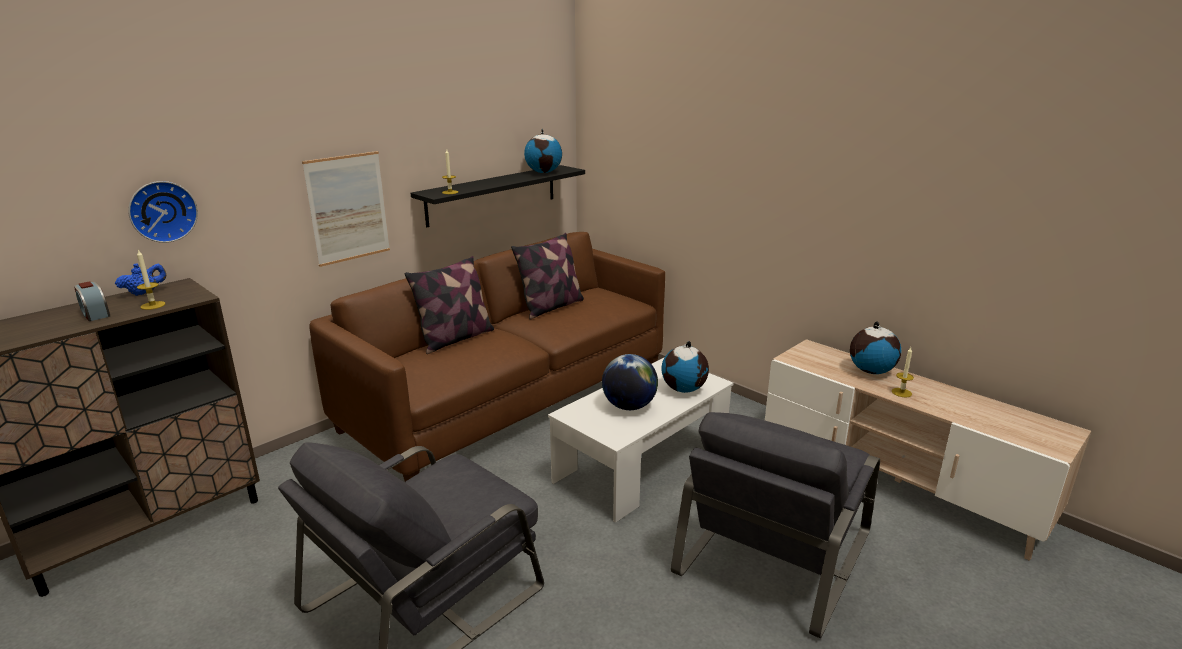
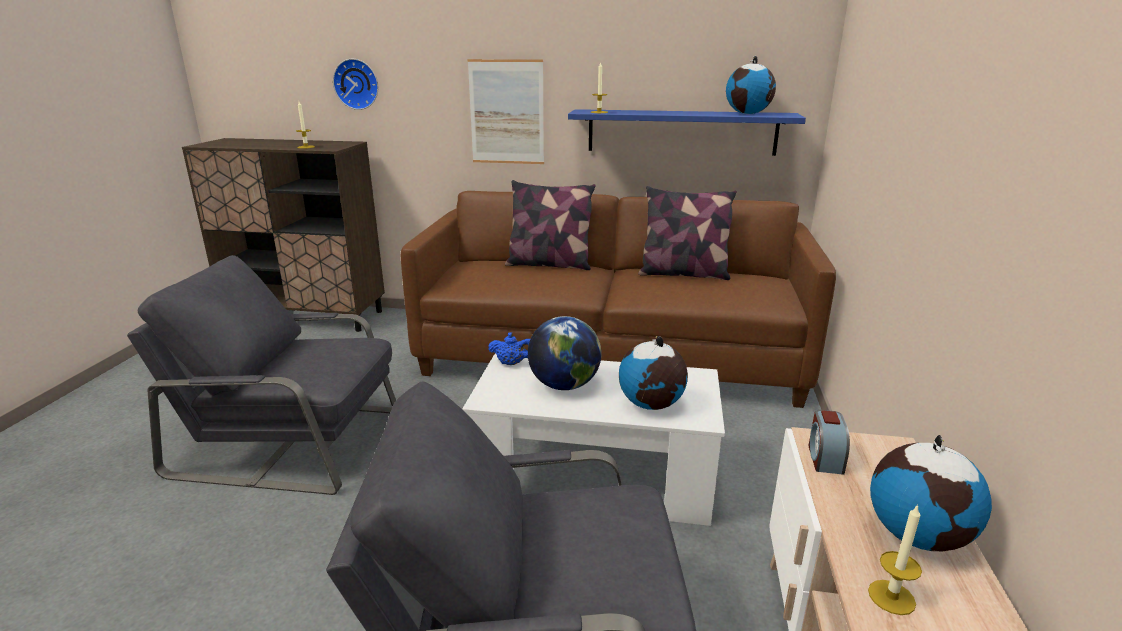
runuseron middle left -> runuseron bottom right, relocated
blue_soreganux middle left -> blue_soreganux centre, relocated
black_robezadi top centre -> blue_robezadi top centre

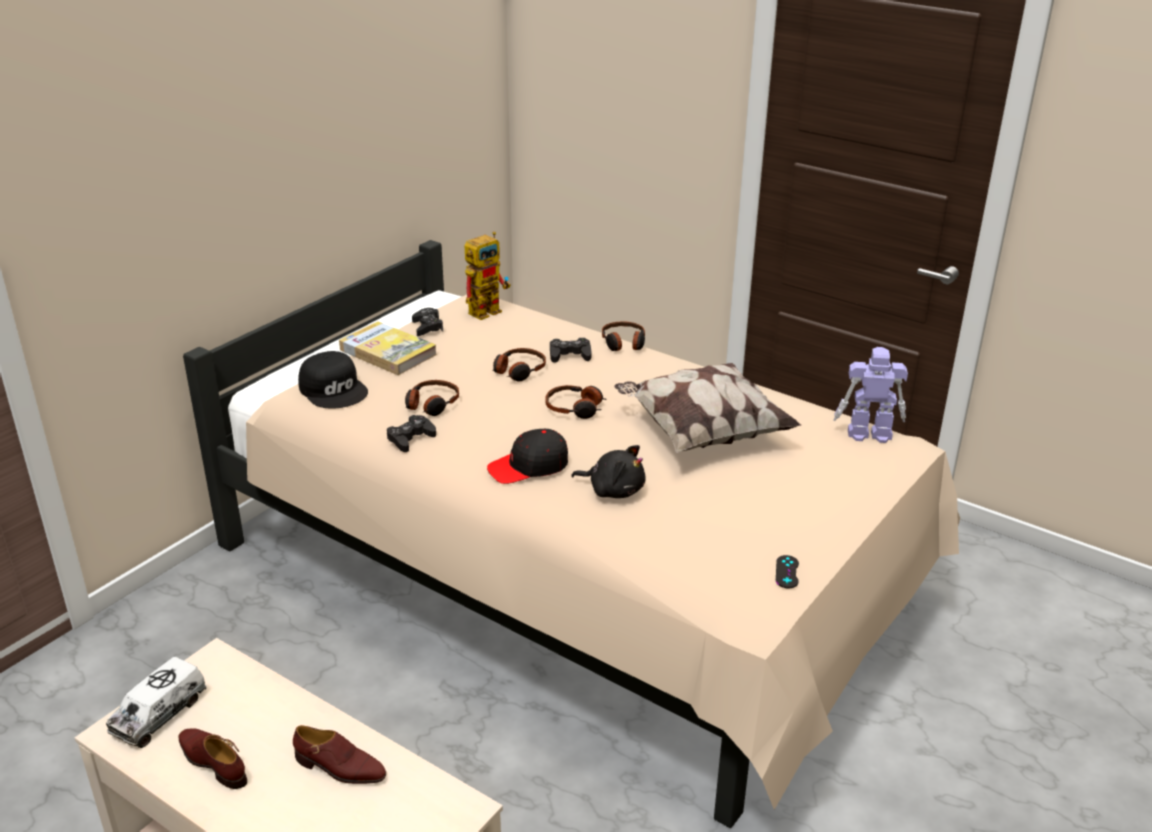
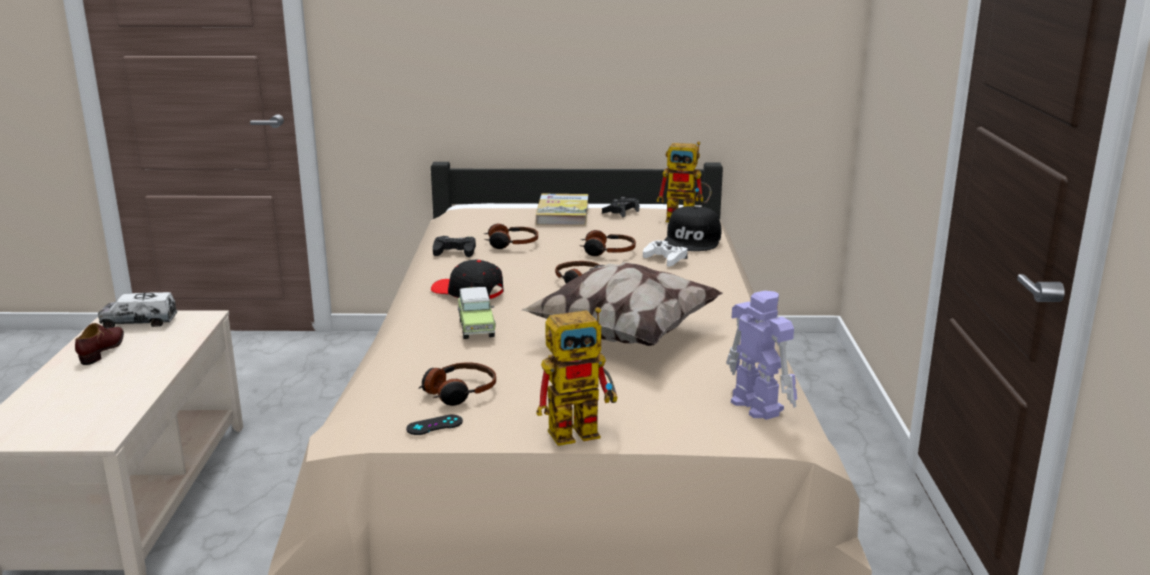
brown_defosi (no. 2 from left) bottom left -> none
none -> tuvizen (no. 1 from left) centre
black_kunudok (no. 1 from left in the first image) middle left -> black_kunudok (no. 2 from left) centre, relocated
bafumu (no. 4 from left in the first image) centre -> bafumu (no. 1 from left) bottom centre, relocated
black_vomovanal centre -> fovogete centre
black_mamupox (no. 3 from left) centre -> white_mamupox centre

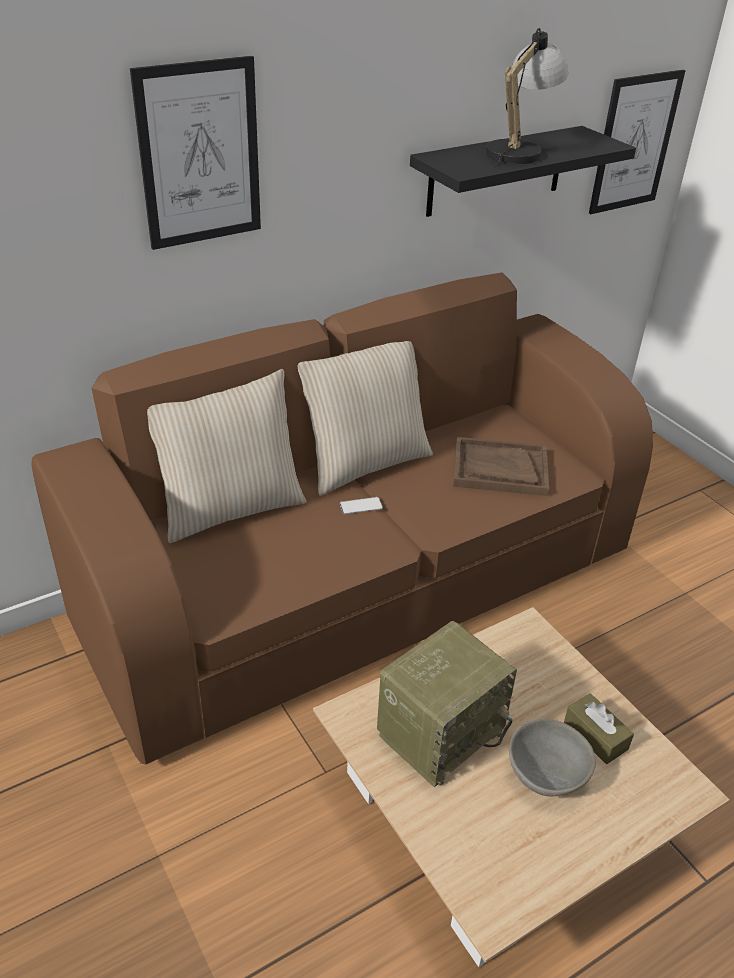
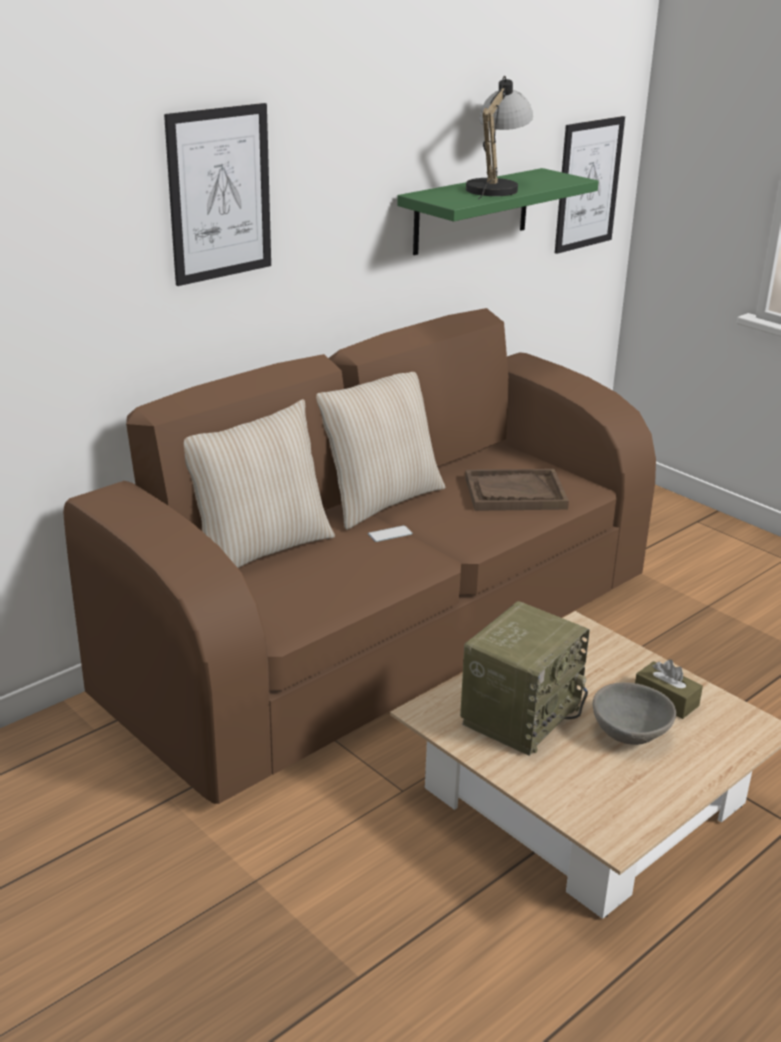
black_robezadi top right -> green_robezadi top centre

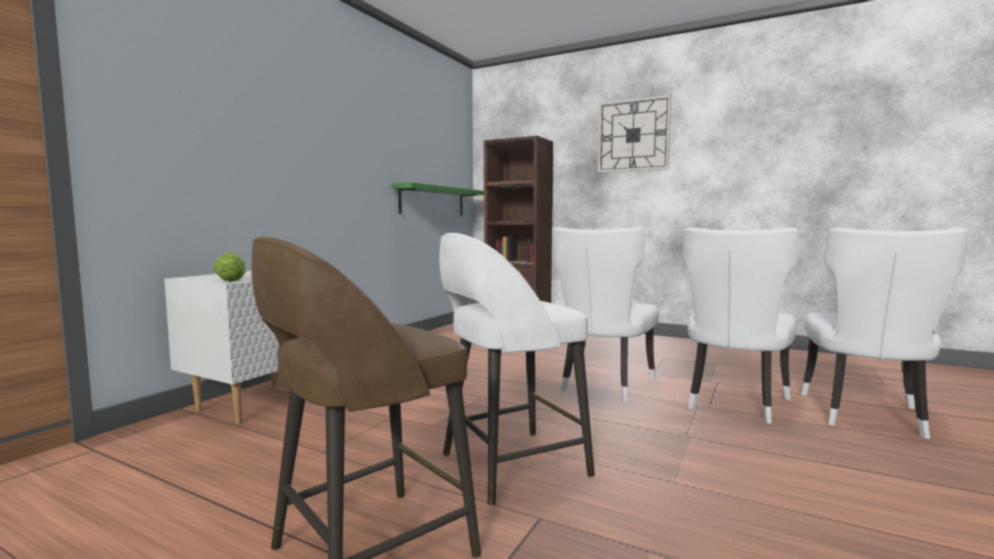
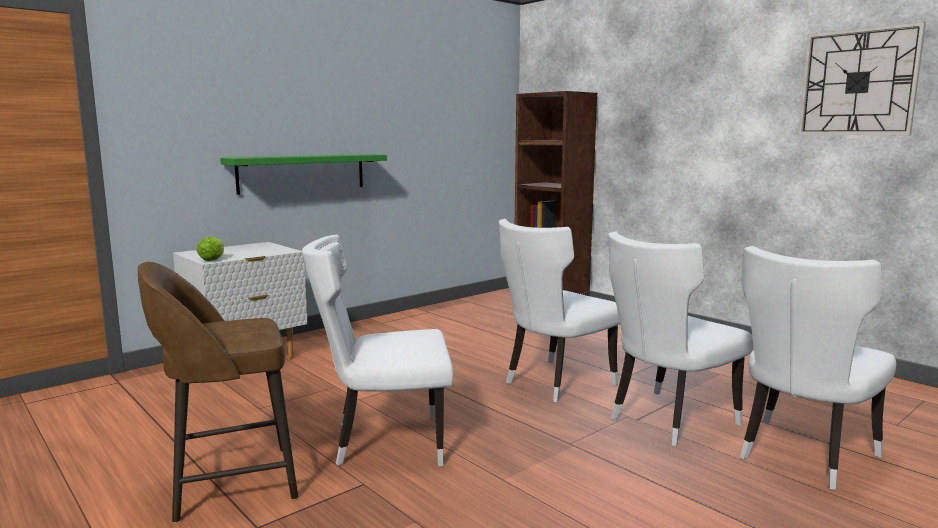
green_robezadi centre -> green_robezadi top left, relocated
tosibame top centre -> tosibame top right, relocated
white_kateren centre -> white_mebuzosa (no. 1 from left) centre

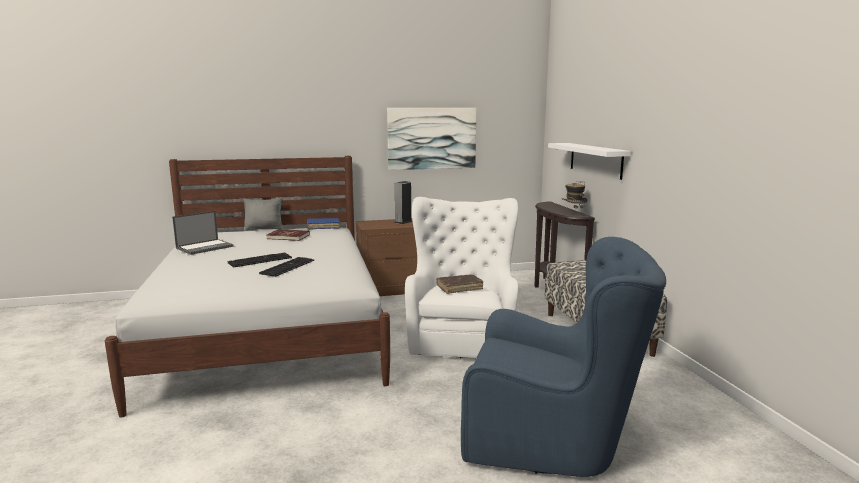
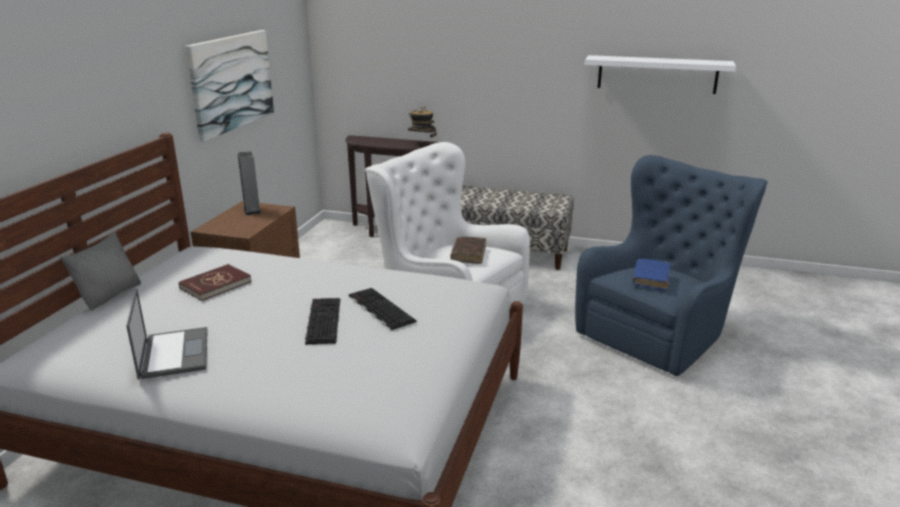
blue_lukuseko centre -> blue_lukuseko middle right, relocated
white_robezadi middle right -> white_robezadi top right, relocated

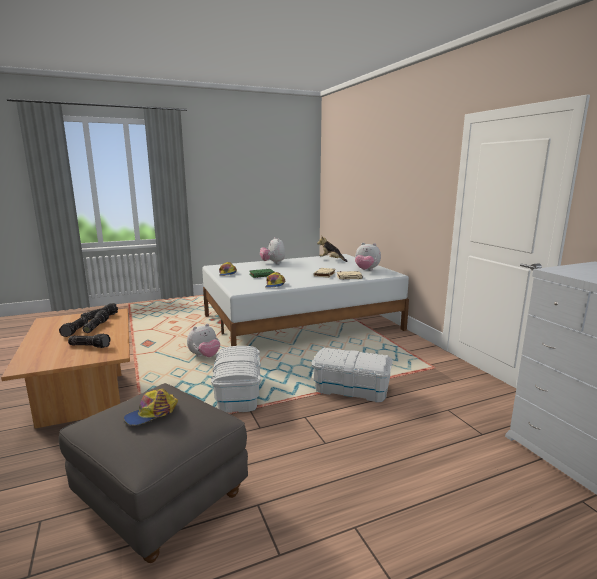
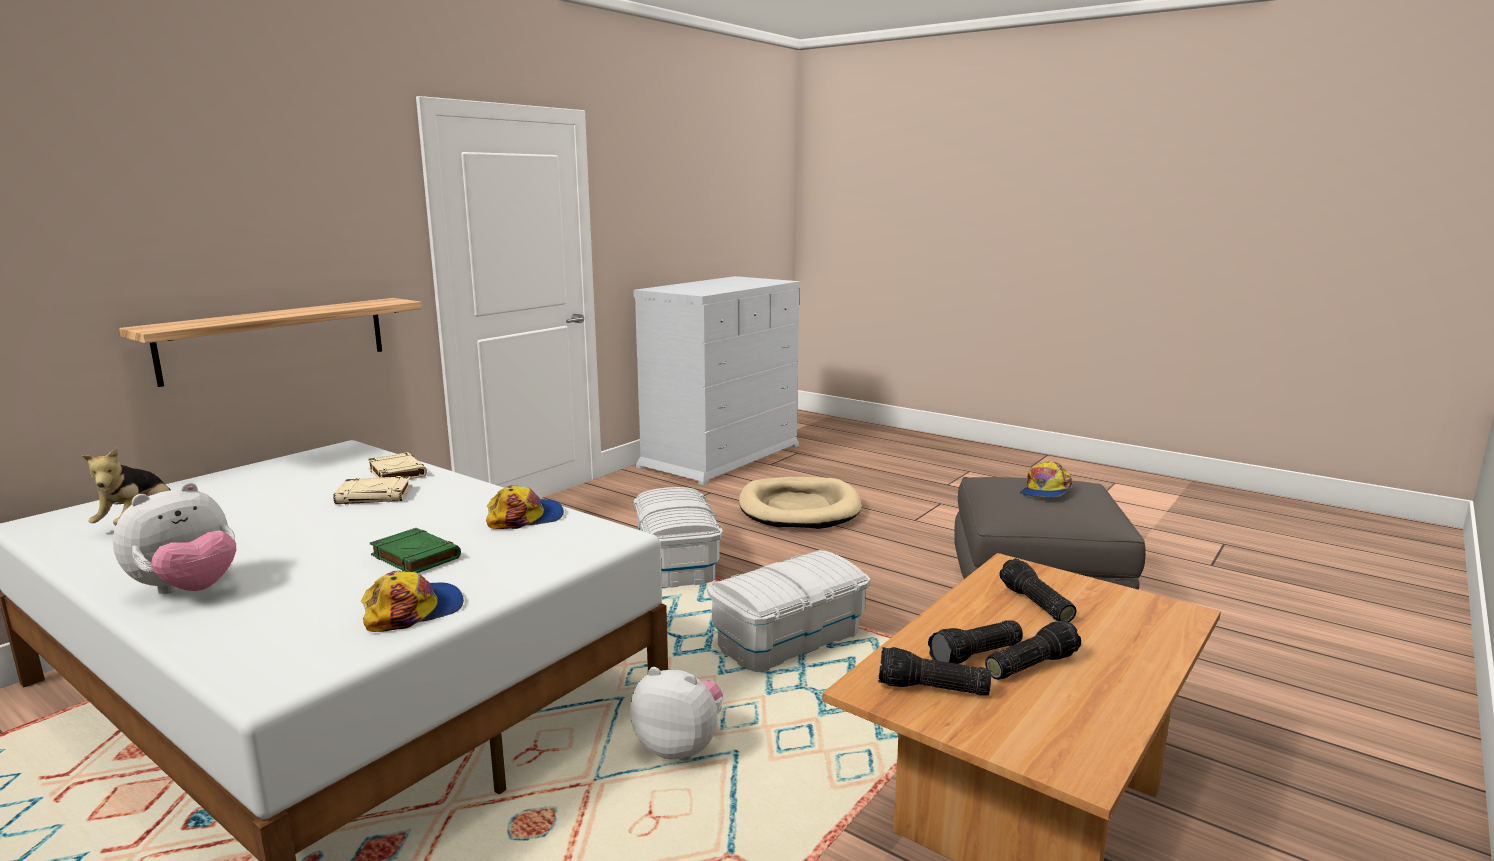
vomovanal (no. 4 from left) centre -> none
none -> robezadi middle left
none -> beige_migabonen centre
kunudok (no. 1 from left in the first image) bottom left -> kunudok (no. 3 from left) middle right, 105 degrees clockwise

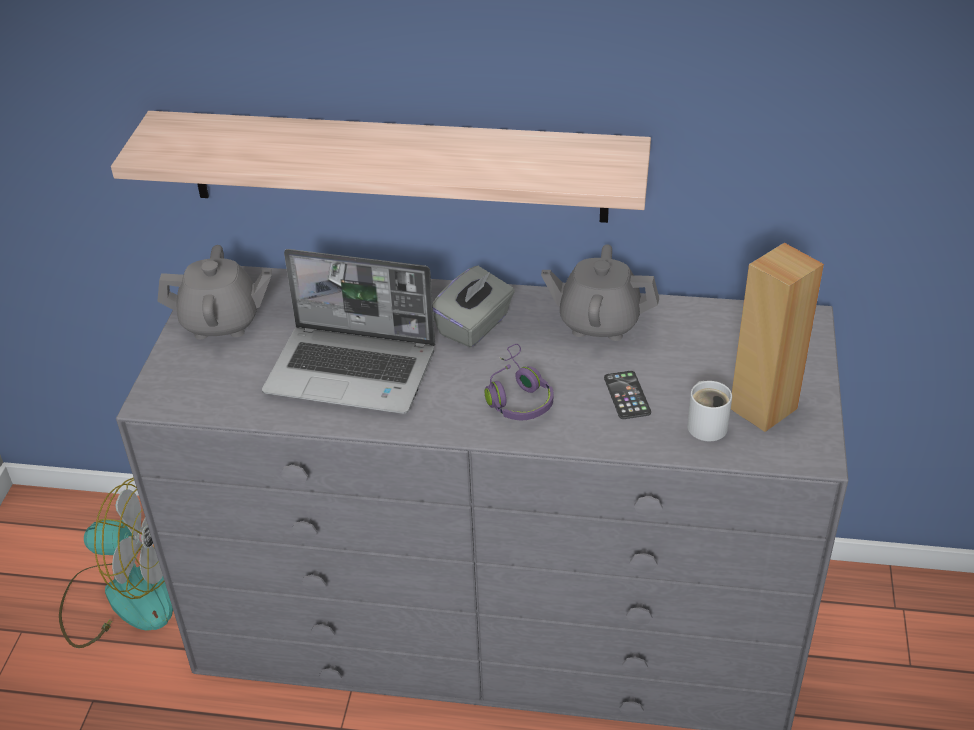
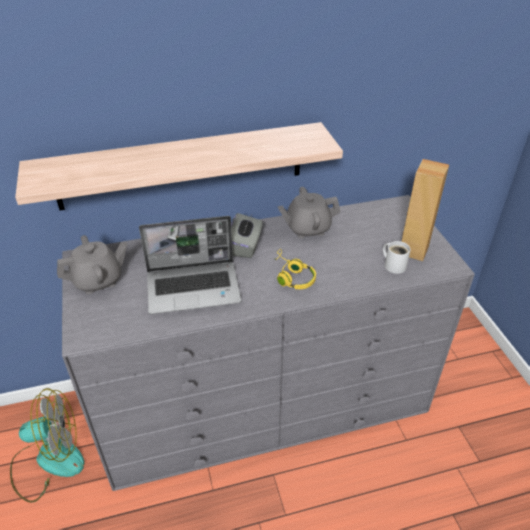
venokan centre -> none
purple_bafumu centre -> yellow_bafumu centre

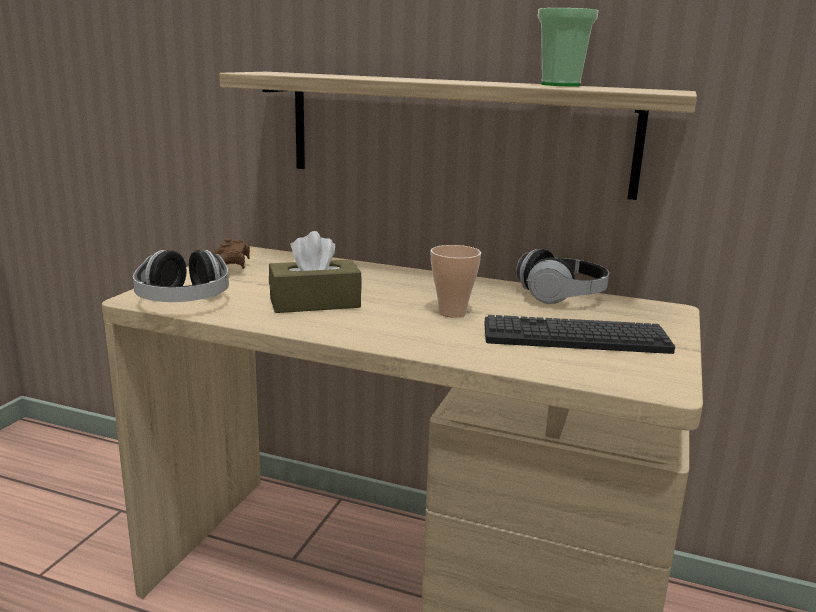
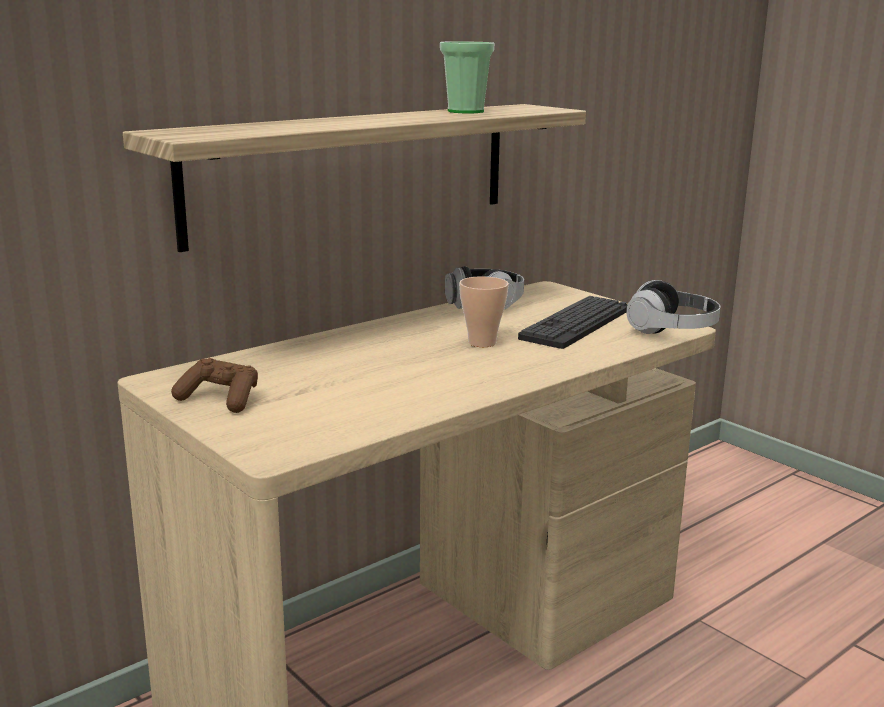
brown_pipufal centre -> none
bafumu (no. 1 from left in the first image) middle left -> bafumu (no. 2 from left) middle right, relocated

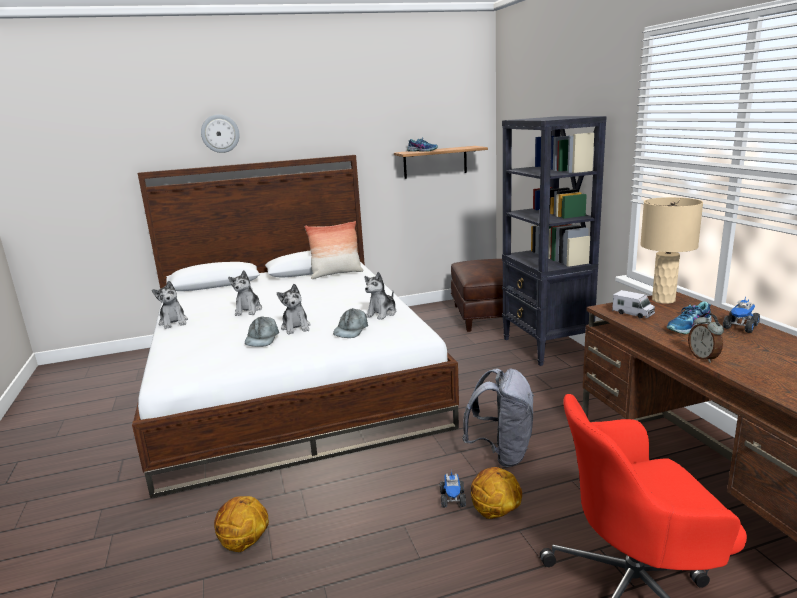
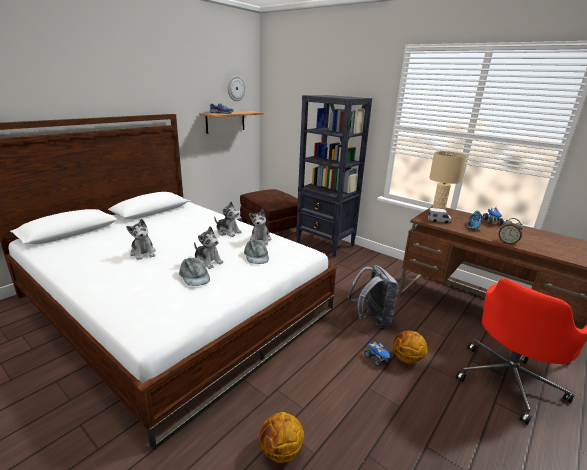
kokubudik centre -> none
vomovanal (no. 1 from left in the first image) middle left -> vomovanal (no. 3 from left) centre, relocated
tosibame top left -> tosibame top centre, relocated

